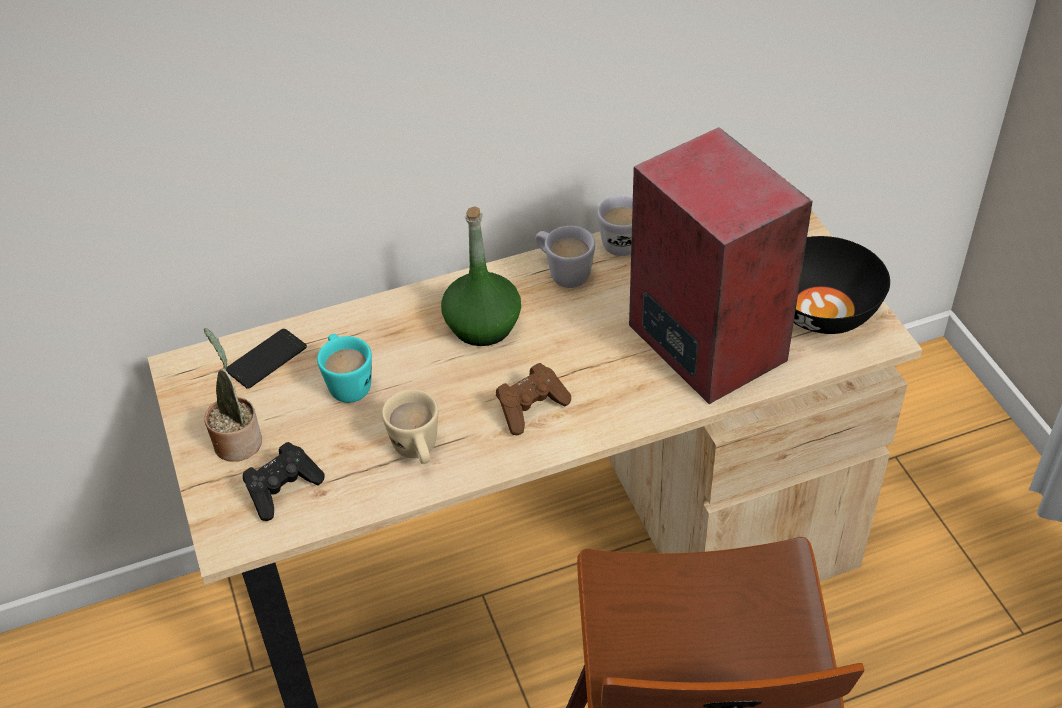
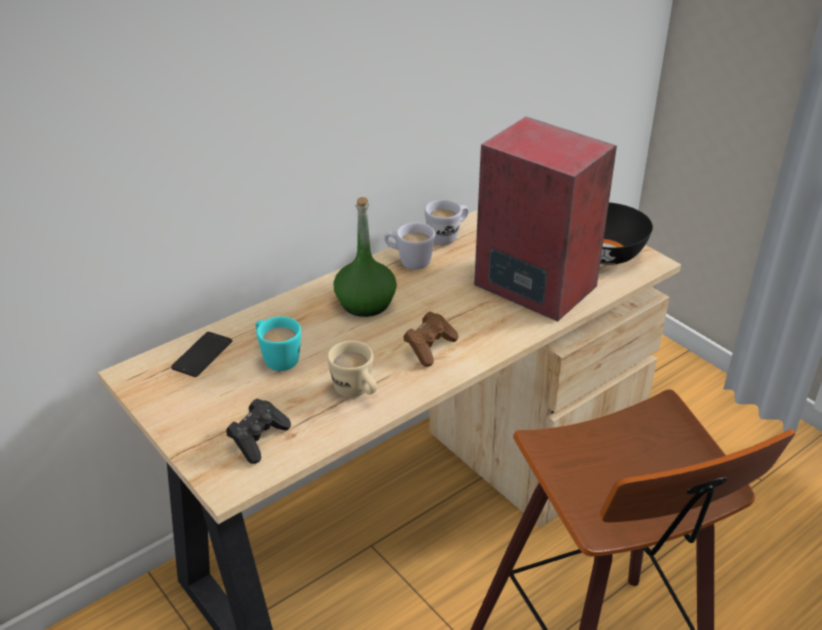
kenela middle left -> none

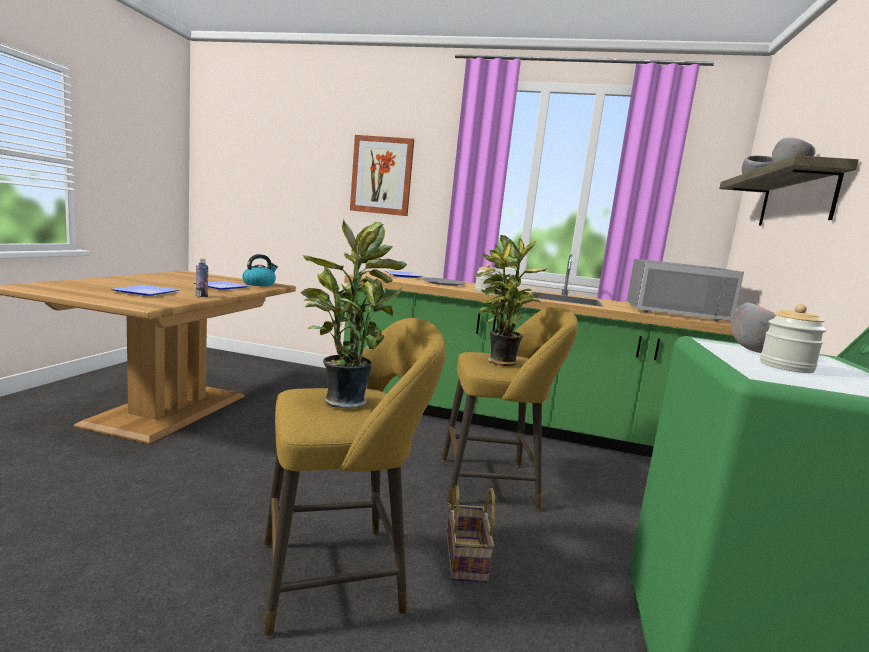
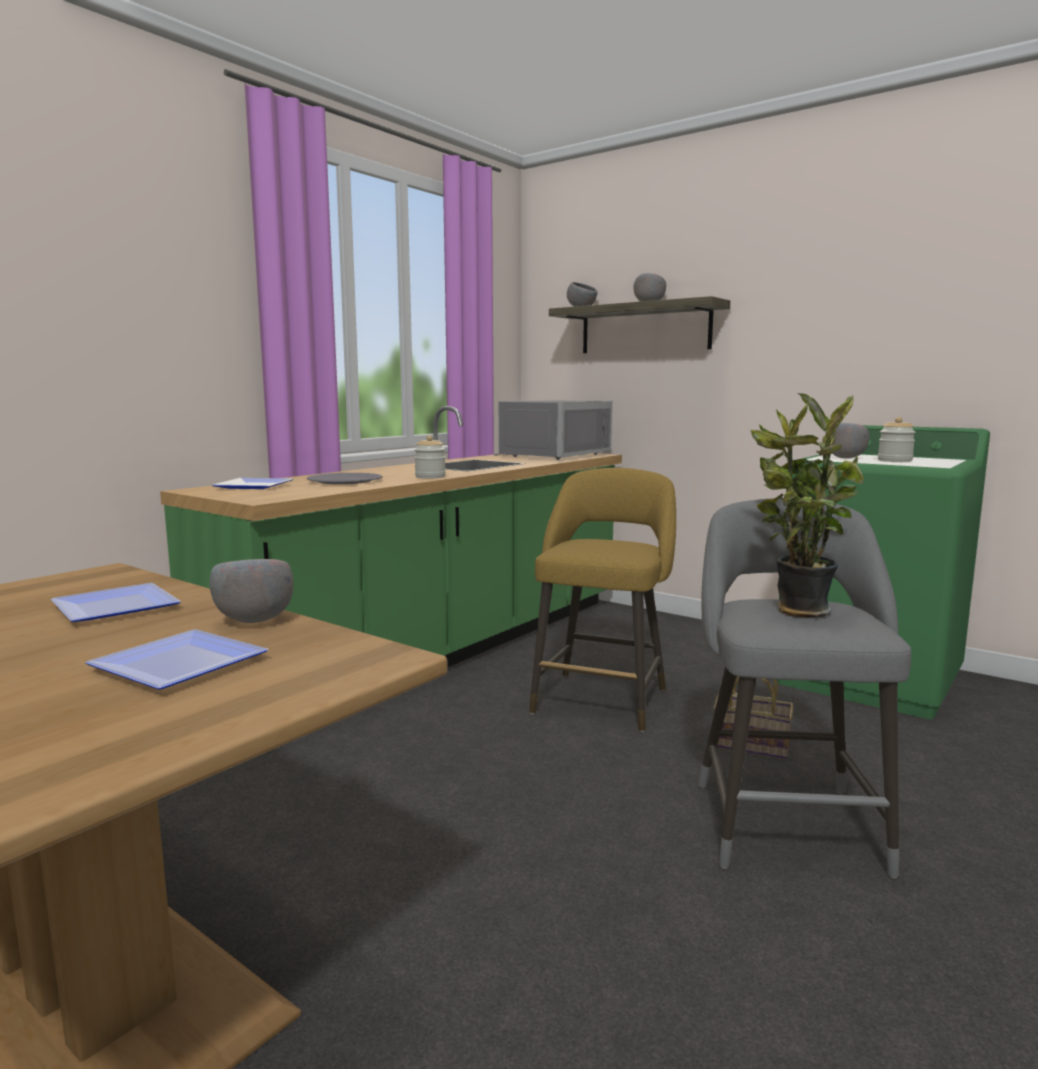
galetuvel middle left -> none
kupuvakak top centre -> none
kenela (no. 2 from left) centre -> none
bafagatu middle left -> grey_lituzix (no. 1 from left) middle left
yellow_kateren (no. 1 from left) bottom centre -> grey_kateren middle right

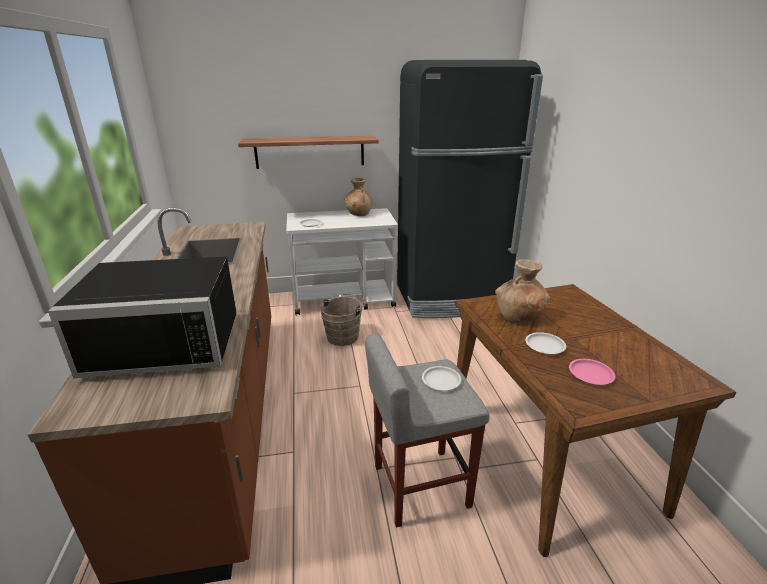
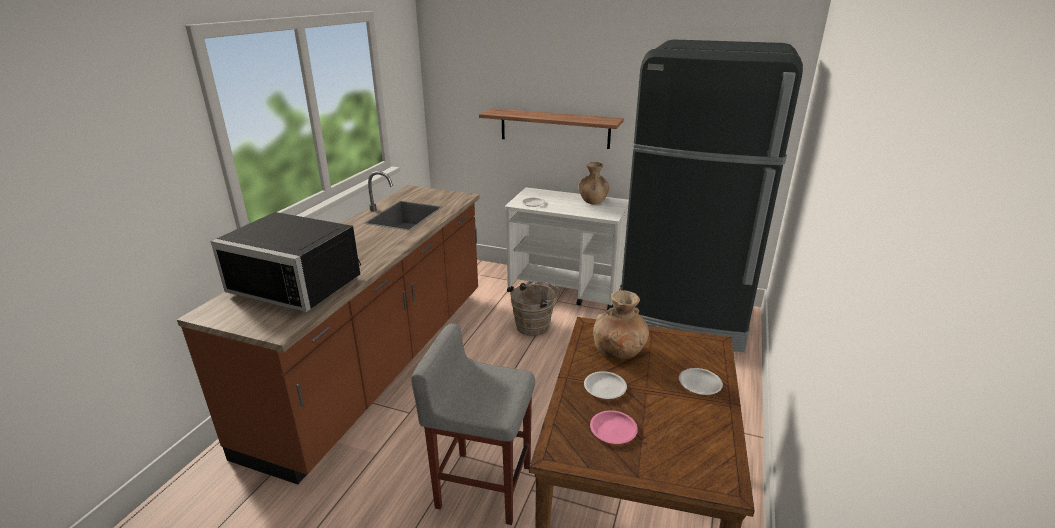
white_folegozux (no. 2 from left in the first image) centre -> white_folegozux (no. 3 from left) bottom centre, relocated

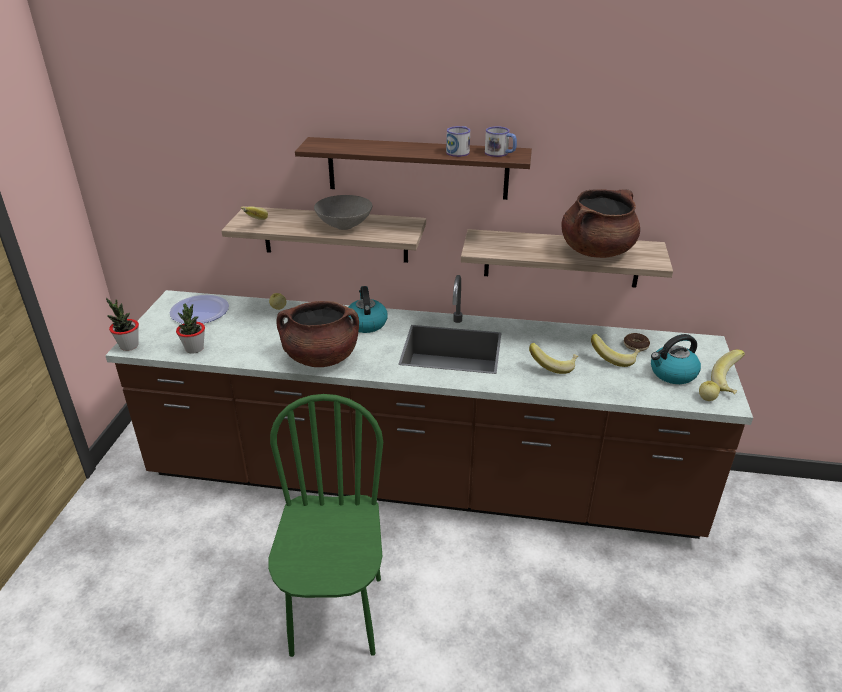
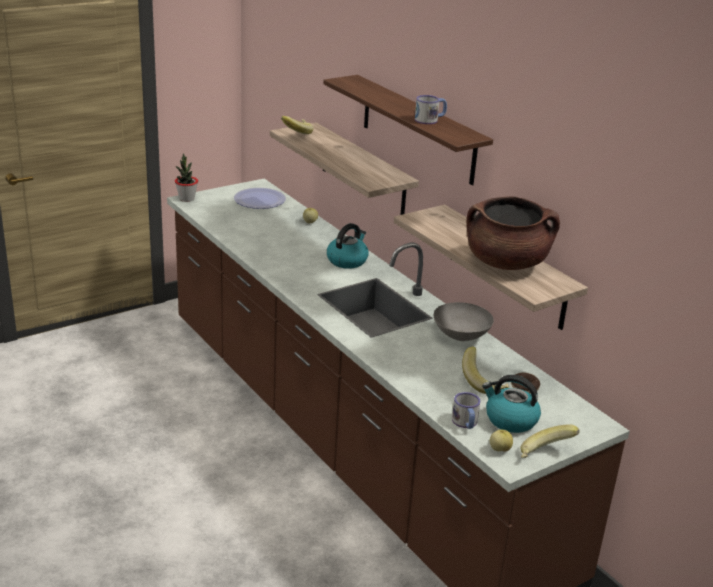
kenela (no. 2 from left) middle left -> none
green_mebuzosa bottom centre -> none
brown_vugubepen (no. 1 from left) centre -> none
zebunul (no. 2 from left) centre -> none
grey_lituzix top centre -> grey_lituzix centre, relocated
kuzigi (no. 2 from left) top centre -> kuzigi (no. 2 from left) bottom centre, relocated

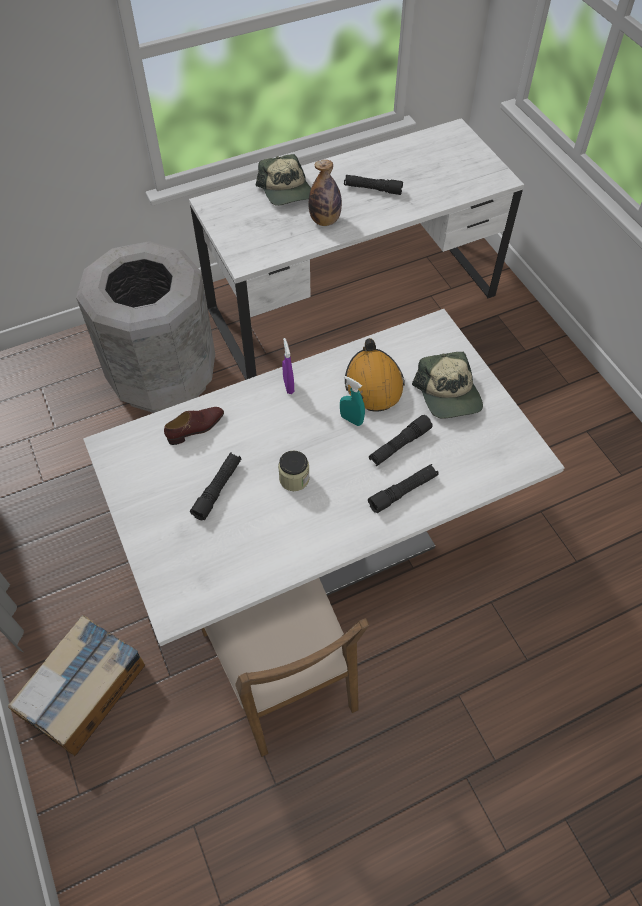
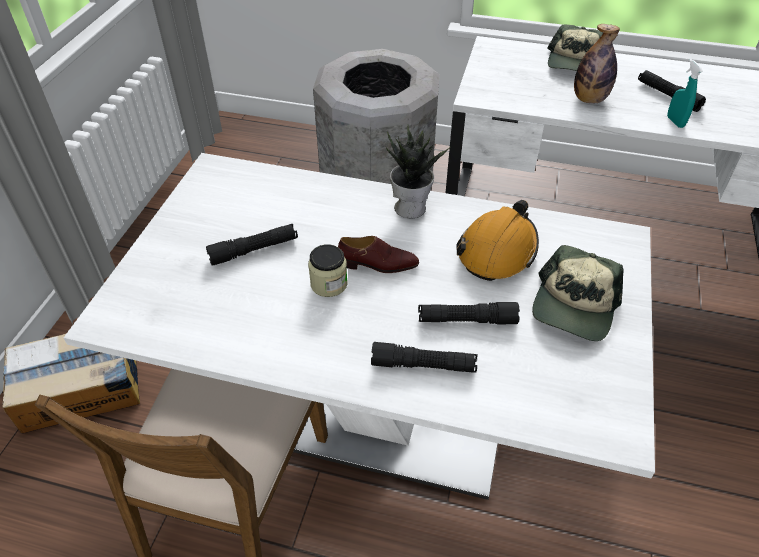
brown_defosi middle left -> brown_defosi centre, relocated
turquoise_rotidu centre -> turquoise_rotidu top right, relocated
purple_rotidu centre -> kenela top centre

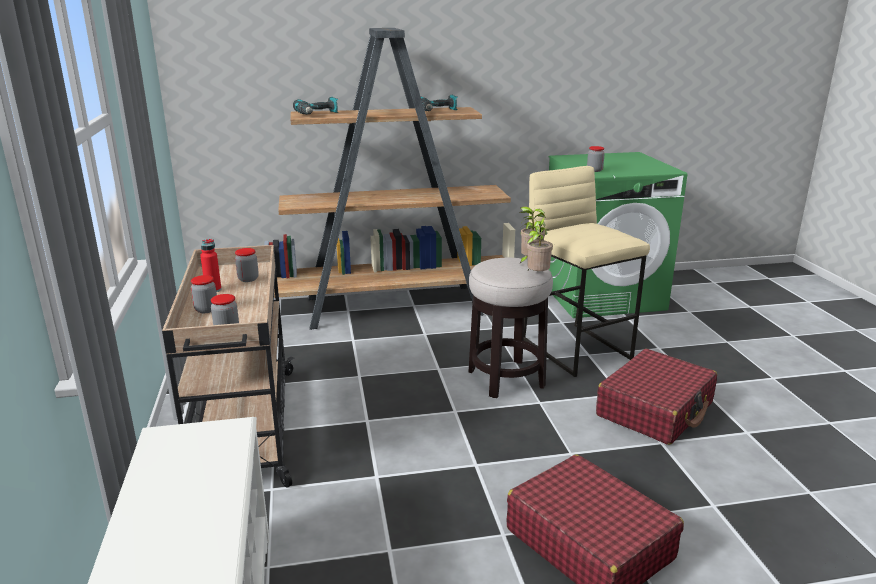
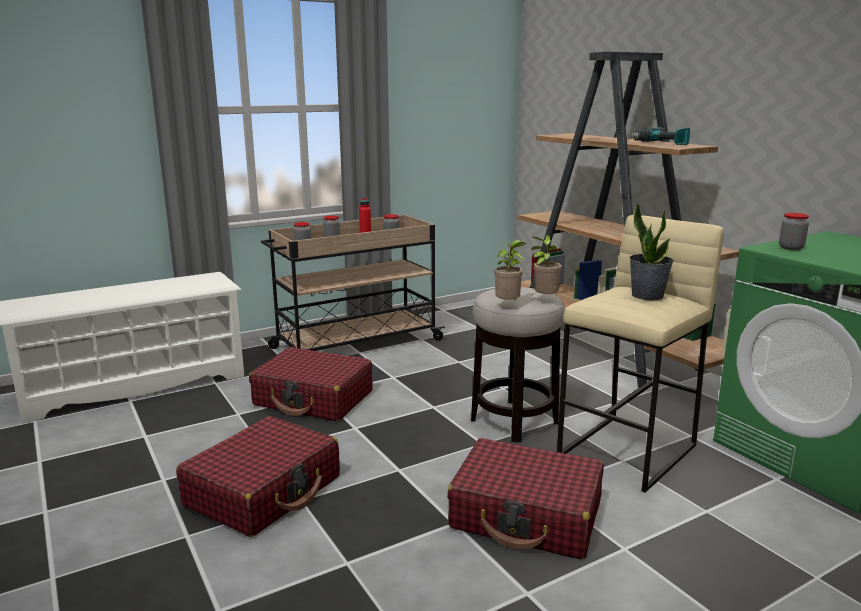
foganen (no. 1 from left) top centre -> none
none -> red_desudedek (no. 2 from left) centre
none -> kenela (no. 3 from left) middle right

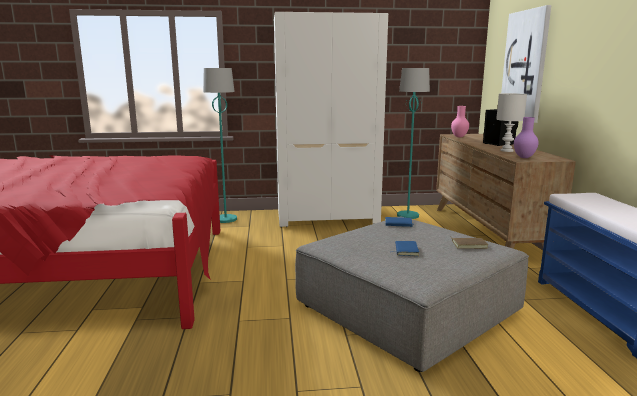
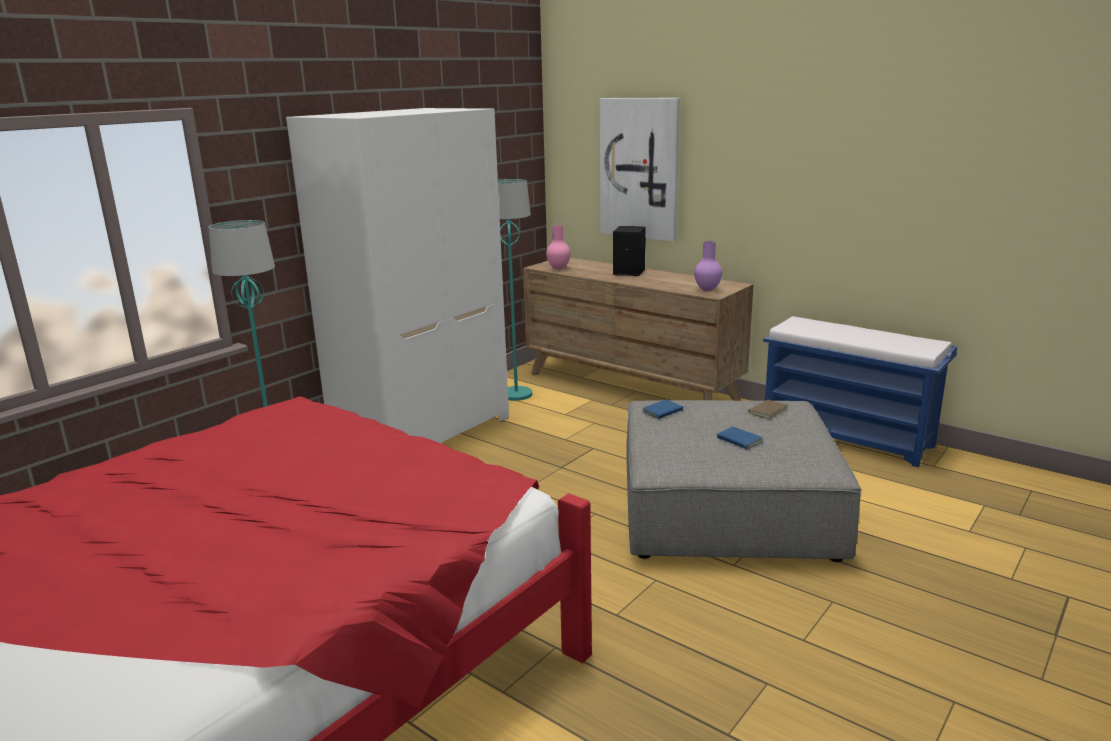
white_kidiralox top right -> none

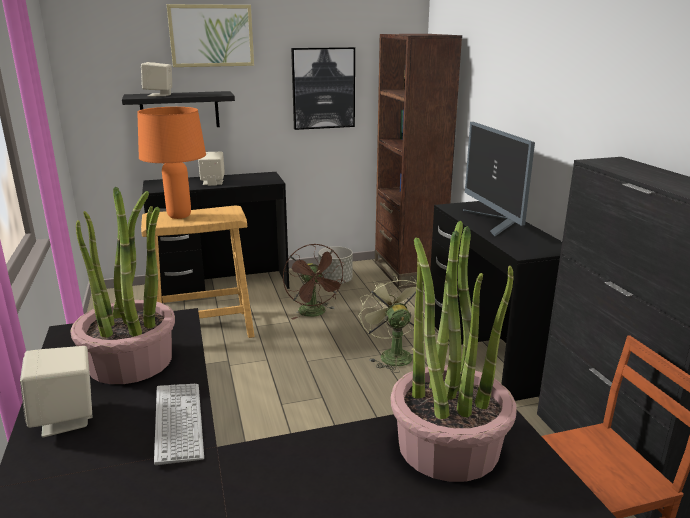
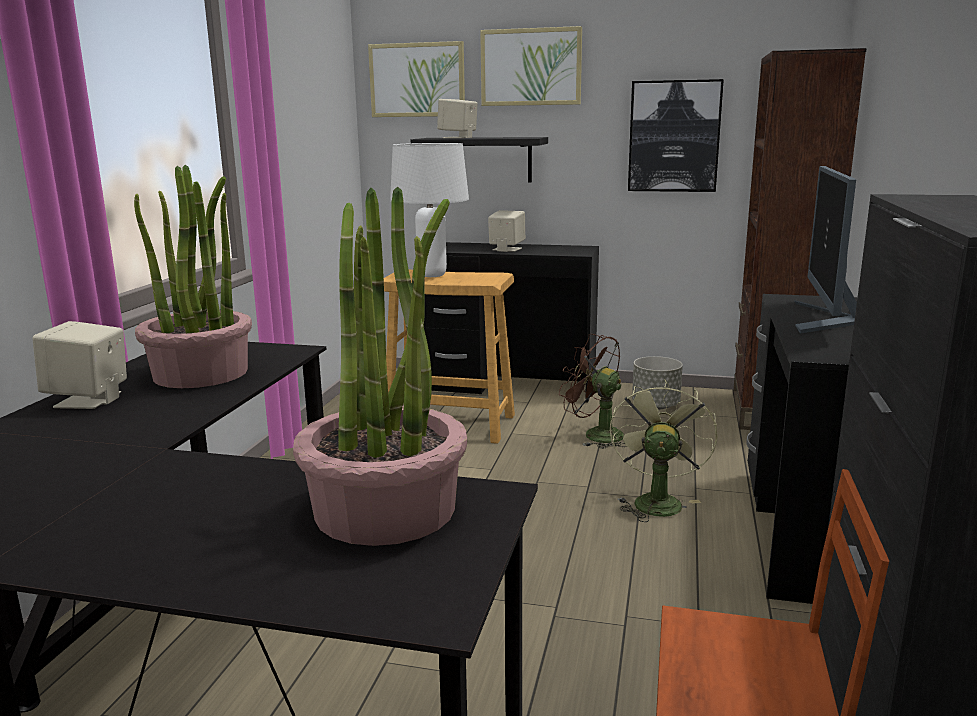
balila bottom left -> none
none -> kupuvakak (no. 1 from left) top centre
orange_kidiralox top left -> white_kidiralox top centre
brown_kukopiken centre, 120 degrees clockwise

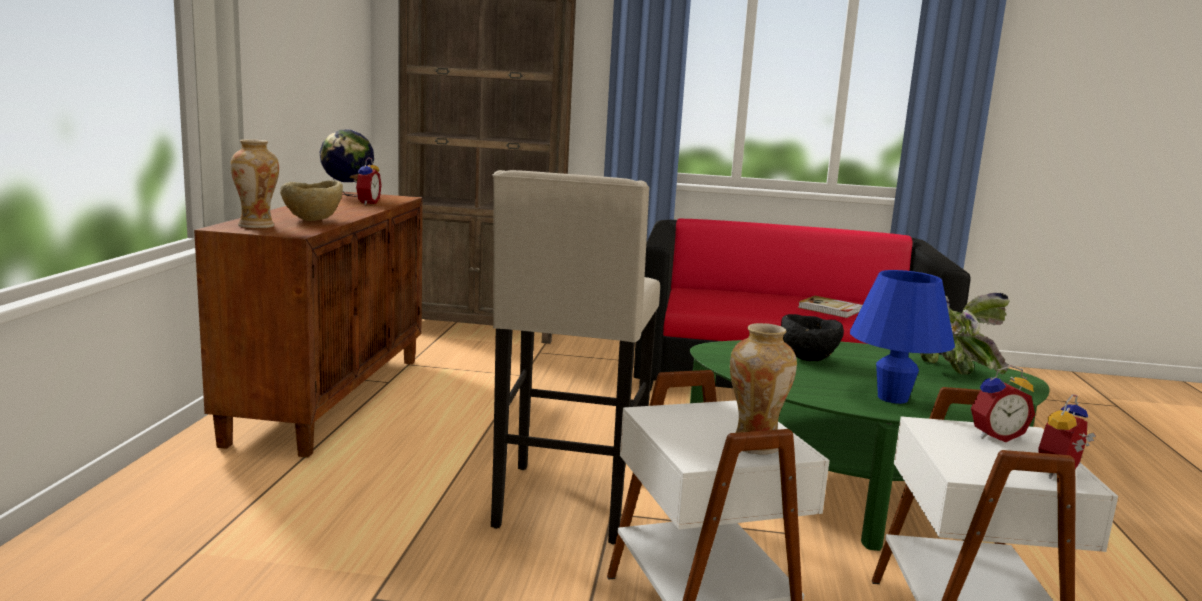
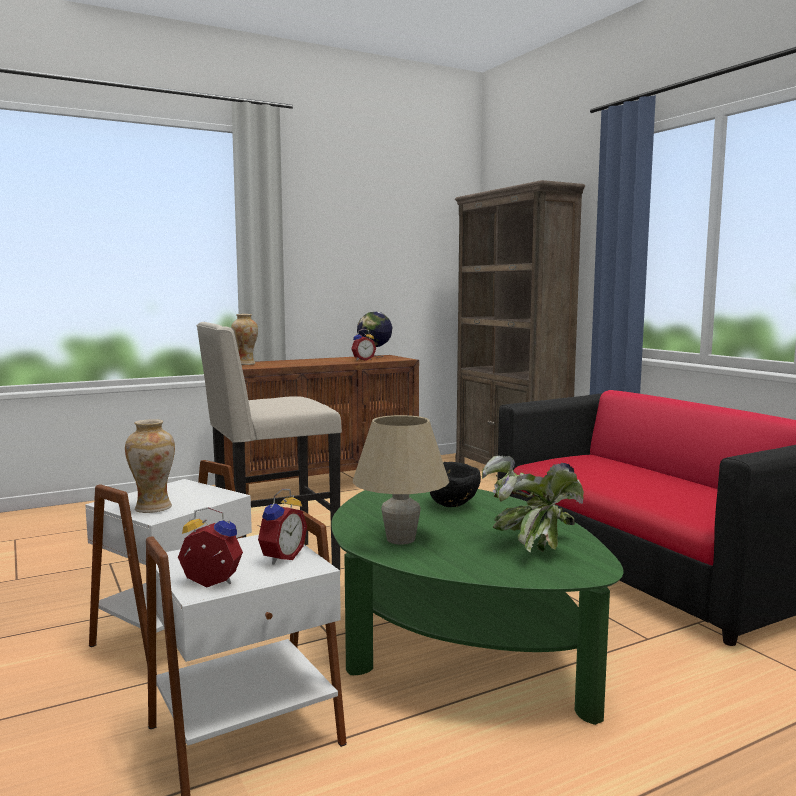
beige_lituzix middle left -> none
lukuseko middle right -> none
blue_kidiralox middle right -> beige_kidiralox centre
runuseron (no. 2 from left) bottom right -> runuseron (no. 2 from left) centre, 105 degrees counterclockwise

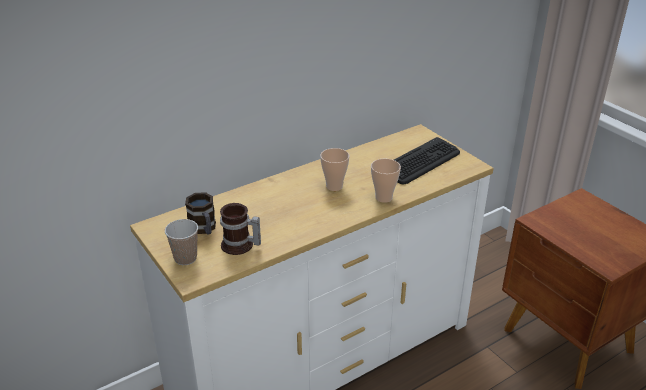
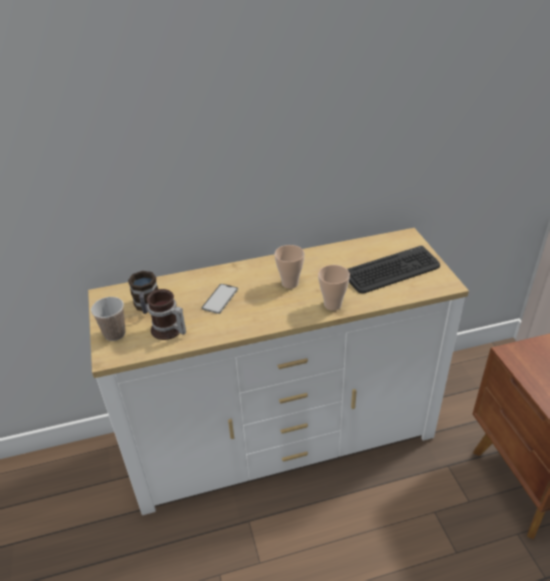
none -> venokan centre

